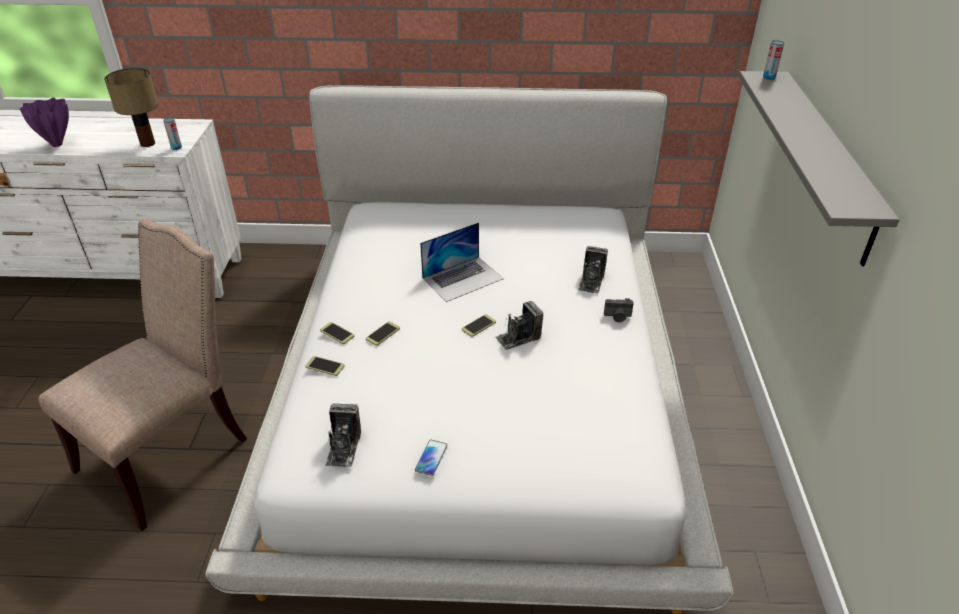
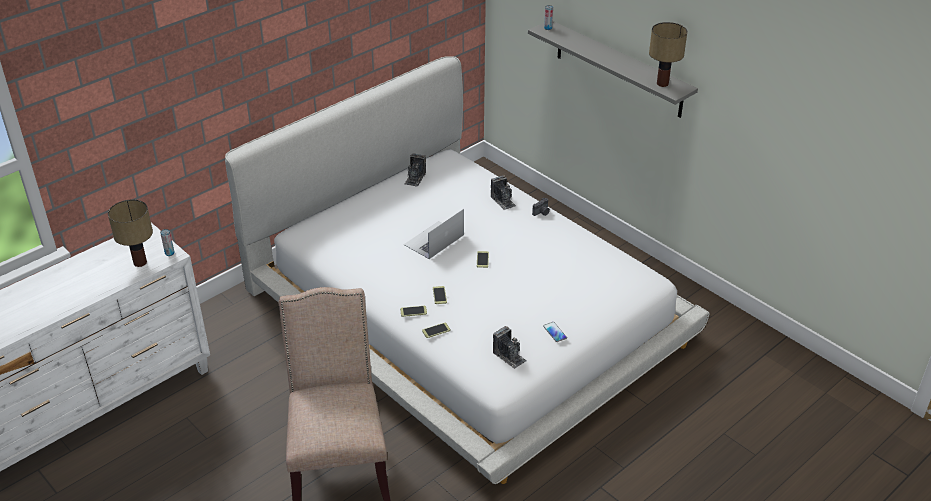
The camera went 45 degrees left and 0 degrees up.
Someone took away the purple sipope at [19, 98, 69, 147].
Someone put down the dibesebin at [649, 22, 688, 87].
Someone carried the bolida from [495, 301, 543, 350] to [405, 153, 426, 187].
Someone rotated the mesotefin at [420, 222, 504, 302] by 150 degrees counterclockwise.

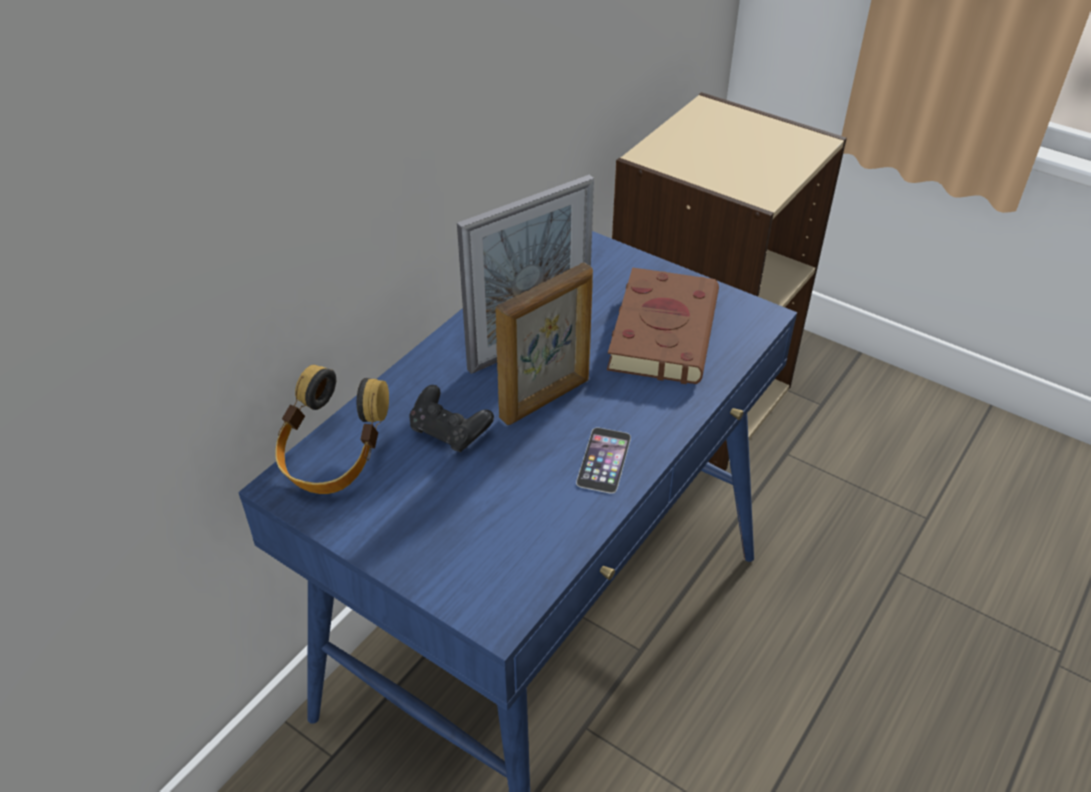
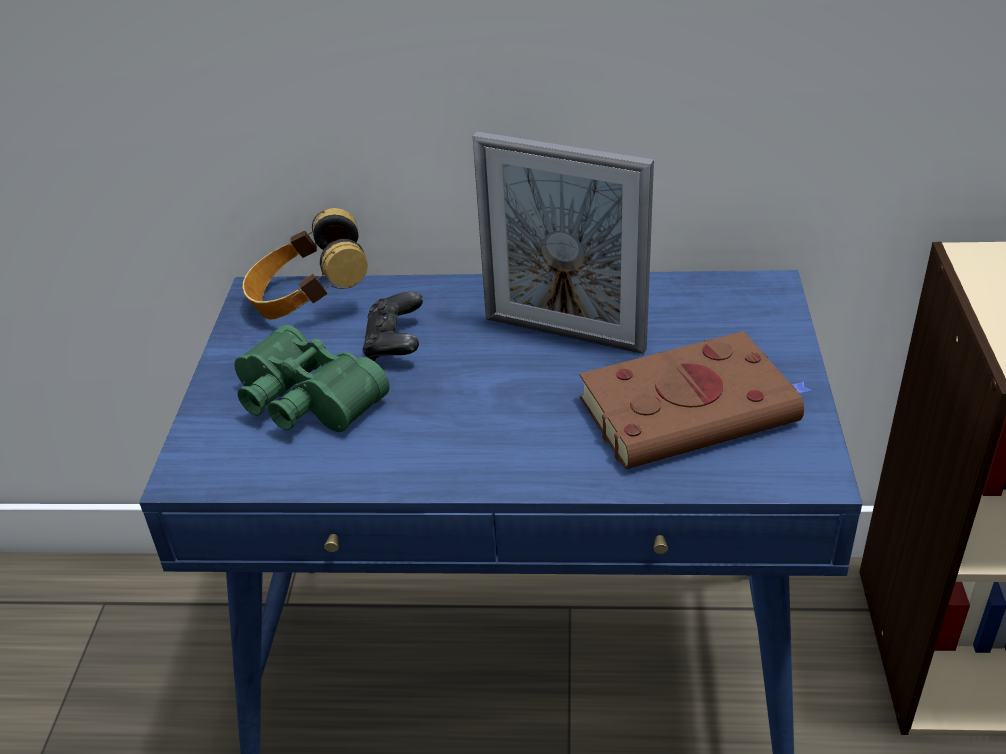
The camera went 60 degrees right and 5 degrees down.
Someone took away the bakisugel at [495, 263, 593, 425].
Someone took away the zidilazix at [576, 427, 631, 494].
Someone put down the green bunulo at [234, 325, 390, 432].

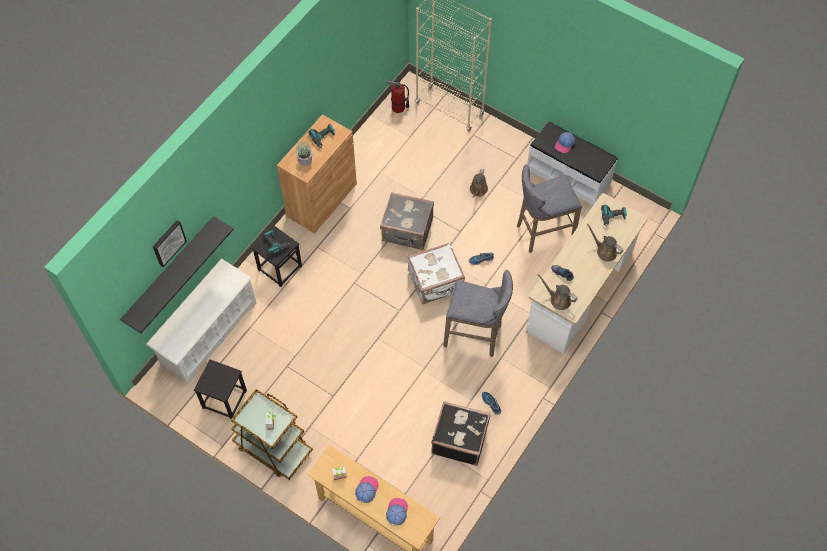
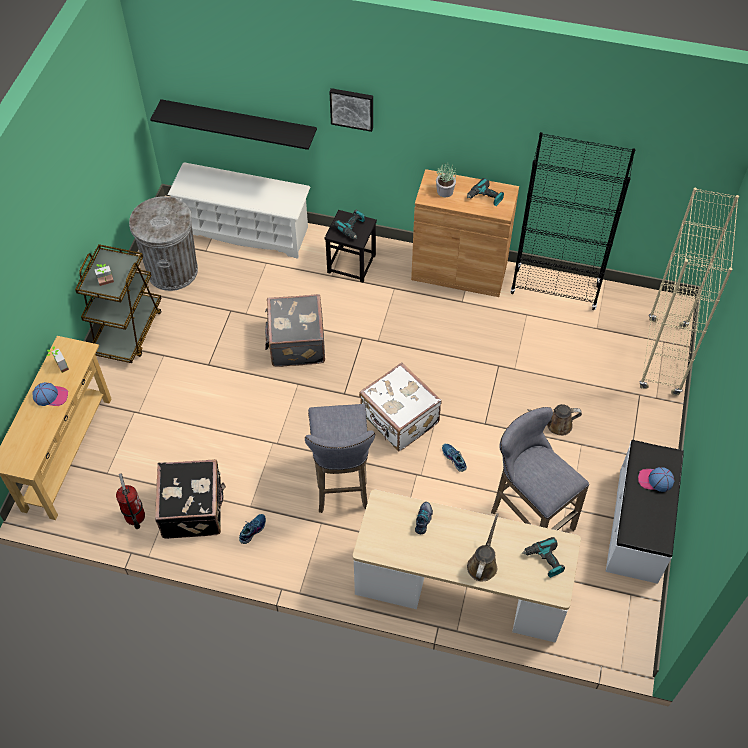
The camera went 70 degrees right and 5 degrees down.
Someone took away the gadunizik at [386, 498, 408, 526].
Someone took away the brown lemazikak at [538, 274, 578, 310].
Someone put down the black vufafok at [510, 132, 635, 310].
Someone carried the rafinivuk from [153, 220, 187, 267] to [329, 88, 373, 132].
Someone carried the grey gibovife from [380, 192, 434, 250] to [265, 294, 325, 367].
Someone carried the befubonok from [388, 80, 409, 113] to [116, 473, 145, 529].
Someone swapped the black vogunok at [194, 360, 247, 419] for the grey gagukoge at [129, 196, 198, 291].

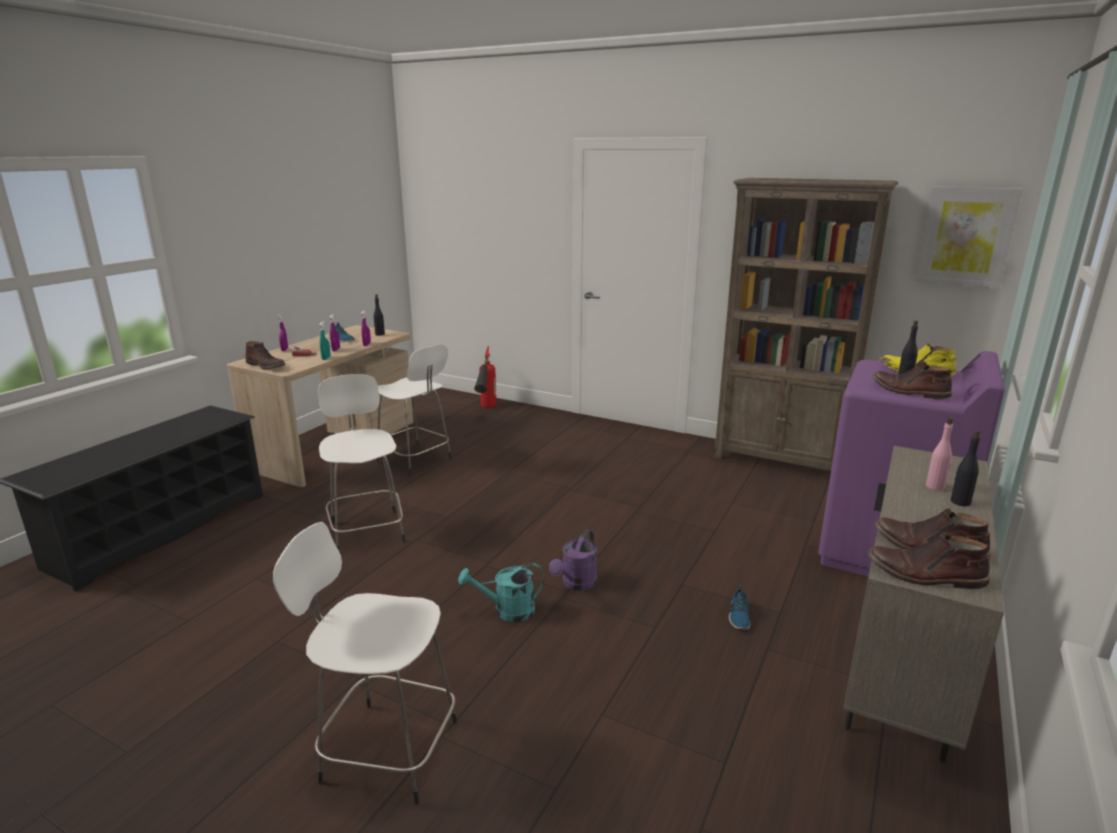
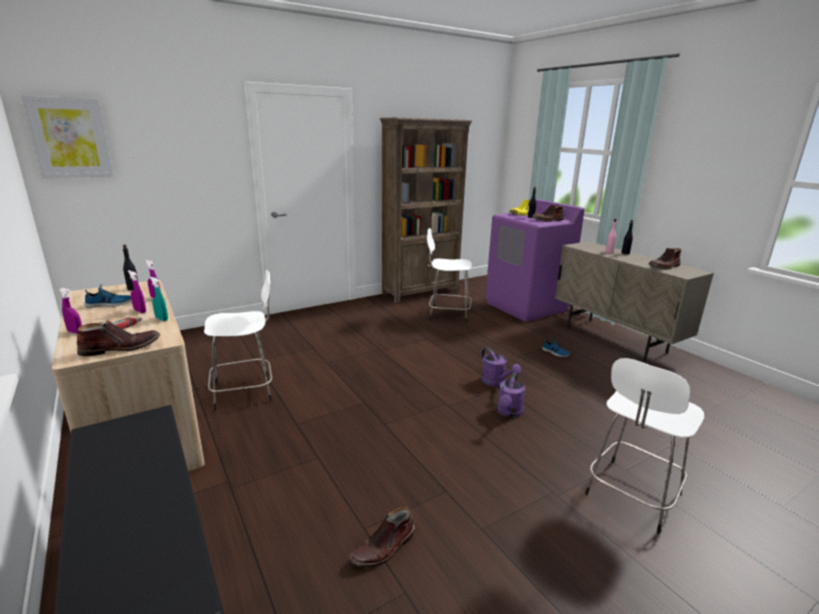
The camera went 60 degrees left and 0 degrees up.
Someone took away the befubonok at [474, 346, 496, 408].
Someone carried the white vogunok from [318, 374, 406, 550] to [427, 228, 472, 323].
Someone carried the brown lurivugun from [868, 532, 990, 589] to [349, 507, 415, 567].
Someone carried the rafinivuk from [915, 187, 1023, 288] to [21, 95, 114, 178].
Someone repainted the turquoise lemazikak at [458, 563, 544, 622], which became the purple lemazikak at [497, 373, 525, 418].

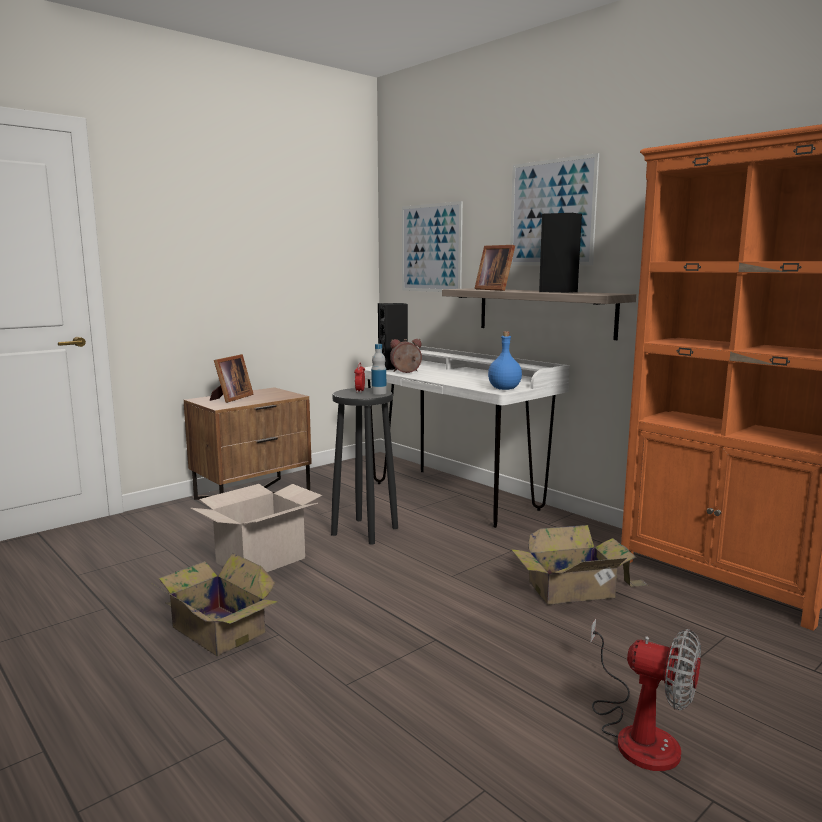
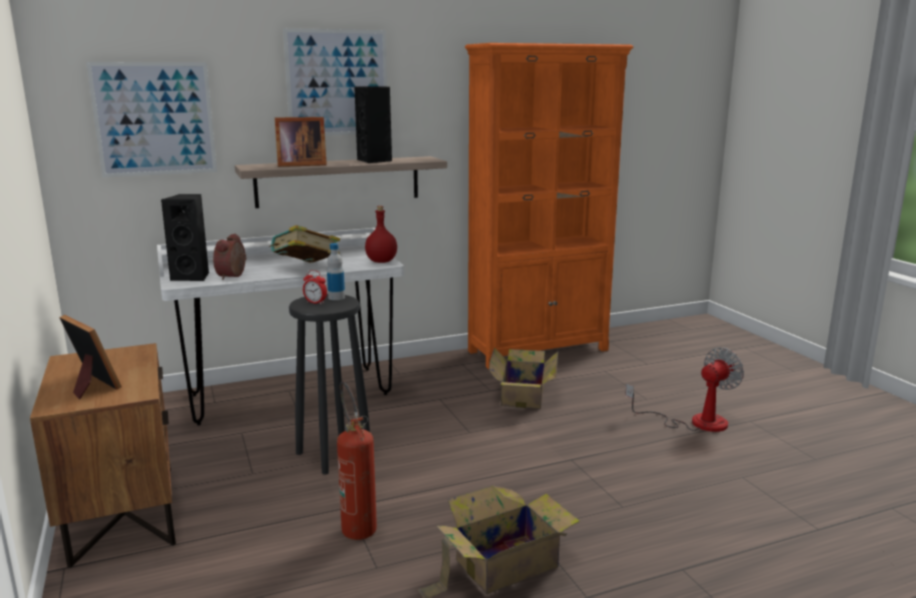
The camera went 70 degrees left and 5 degrees up.
Someone put down the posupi at [269, 225, 340, 263].
Someone swapped the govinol at [191, 484, 322, 572] for the befubonok at [337, 381, 377, 540].
Someone repainted the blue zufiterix at [488, 331, 522, 390], which became the red zufiterix at [365, 206, 397, 263].

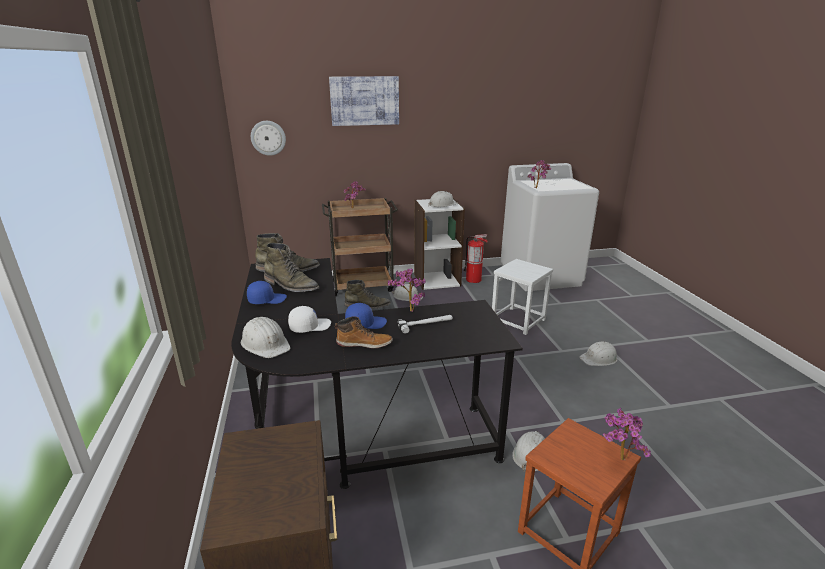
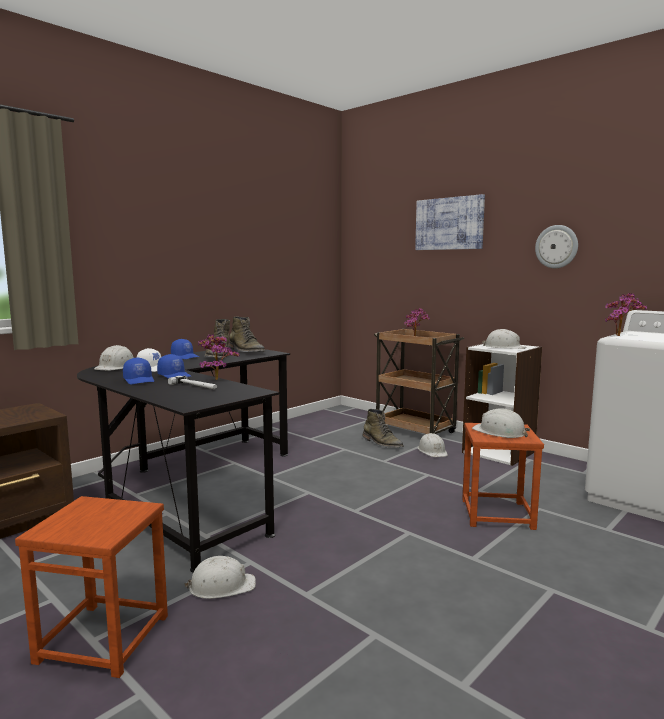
The camera went 55 degrees right and 15 degrees down.
Someone took away the befubonok at [464, 234, 488, 283].
Someone took away the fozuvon at [603, 408, 651, 460].
Someone carried the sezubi from [251, 121, 286, 156] to [535, 225, 578, 268].
Someone carried the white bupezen from [579, 341, 617, 366] to [472, 408, 530, 438].
Someone swapped the lurivugun at [335, 316, 393, 349] for the blue gadunizik at [123, 357, 154, 384].
Someone repainted the white vogunok at [492, 259, 553, 335], which became the brown vogunok at [462, 423, 544, 530].

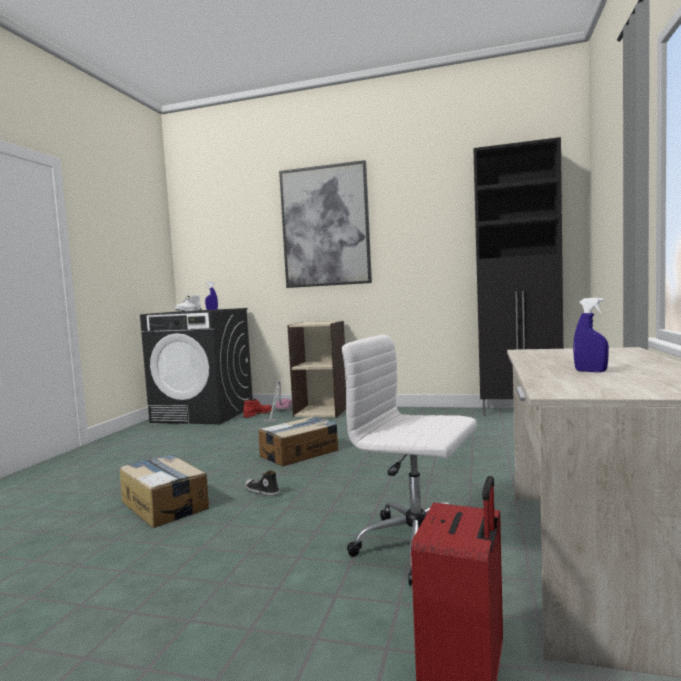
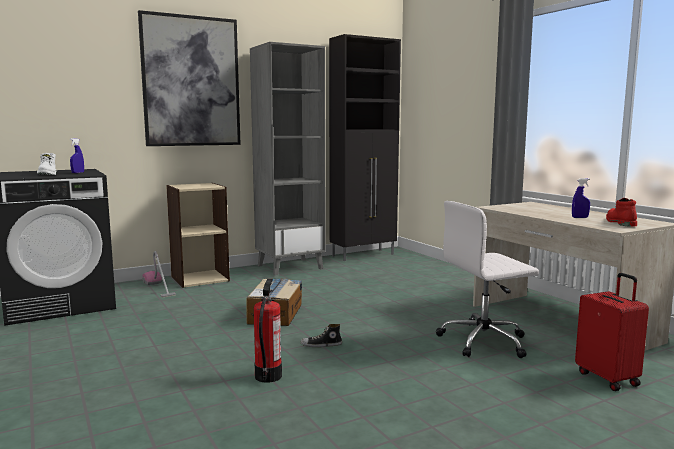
The camera went 45 degrees left and 5 degrees up.
Someone put down the grey vufafok at [250, 42, 326, 276].
Someone carried the red lurivugun from [243, 398, 272, 417] to [606, 198, 637, 227].
Someone swapped the govinol at [120, 454, 209, 528] for the befubonok at [254, 279, 282, 383].

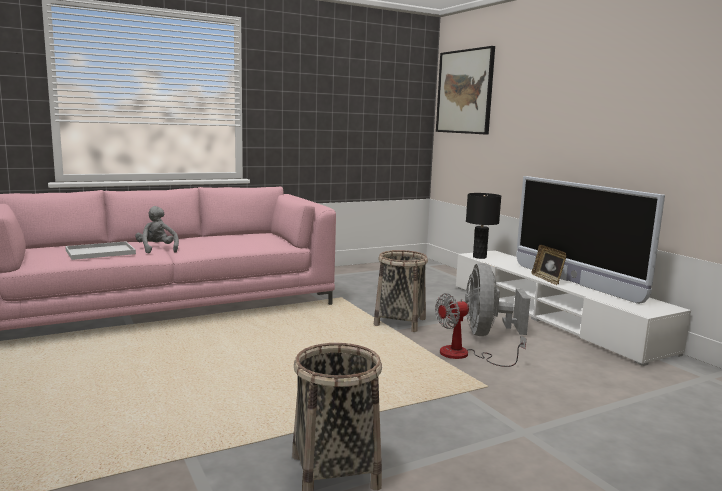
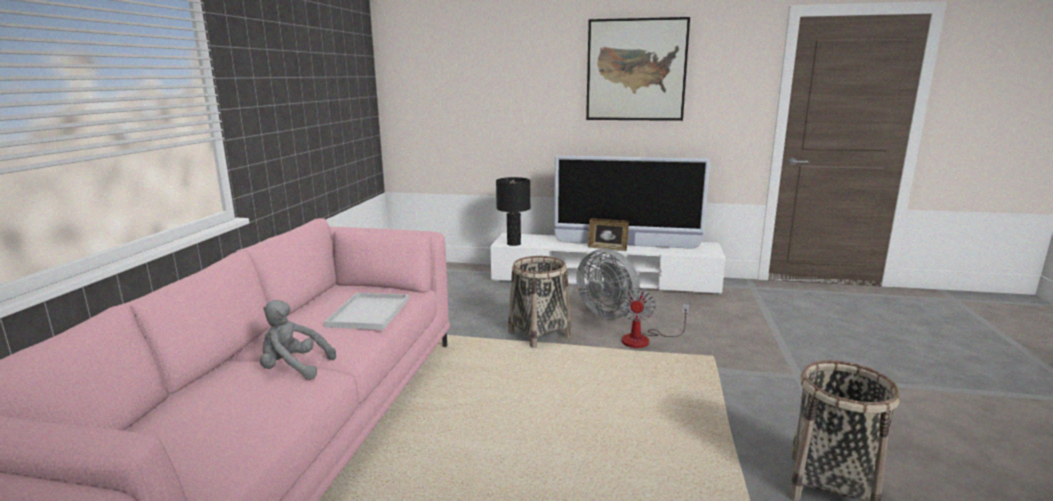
The camera went 50 degrees left and 5 degrees up.
Someone carried the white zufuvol from [65, 241, 136, 260] to [324, 292, 409, 330].
Someone carried the rafinivuk from [436, 46, 495, 135] to [586, 17, 690, 121].

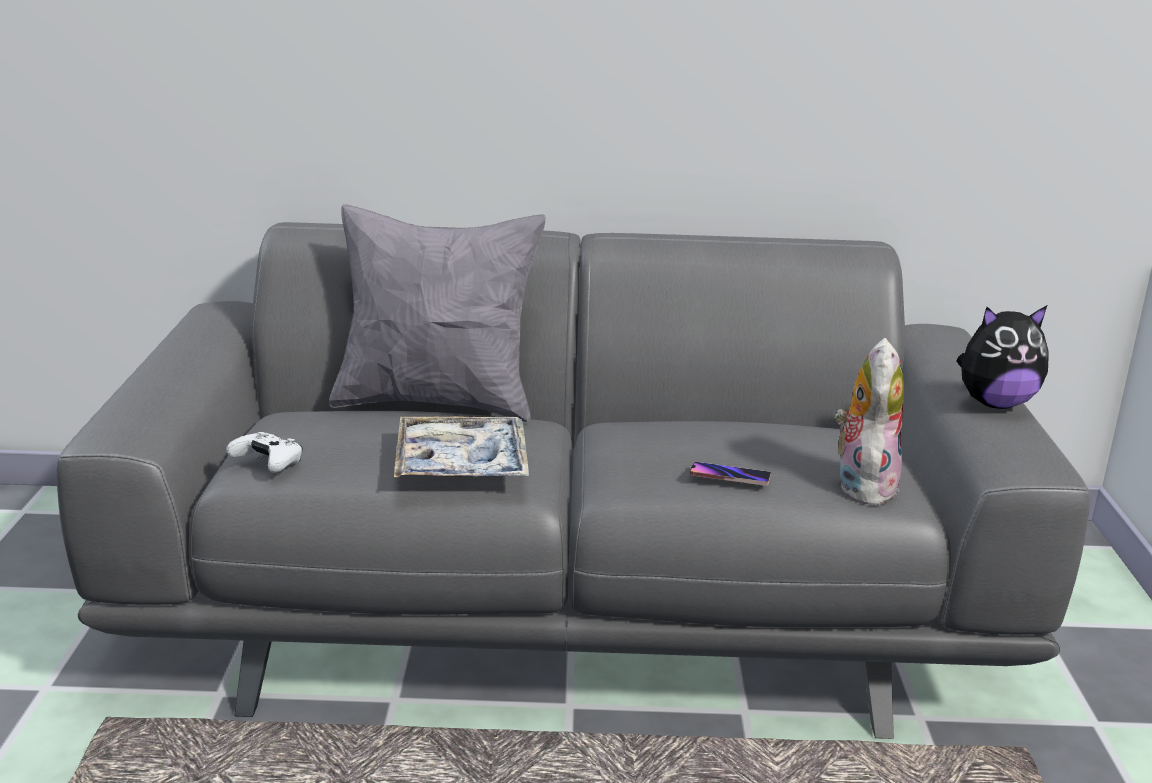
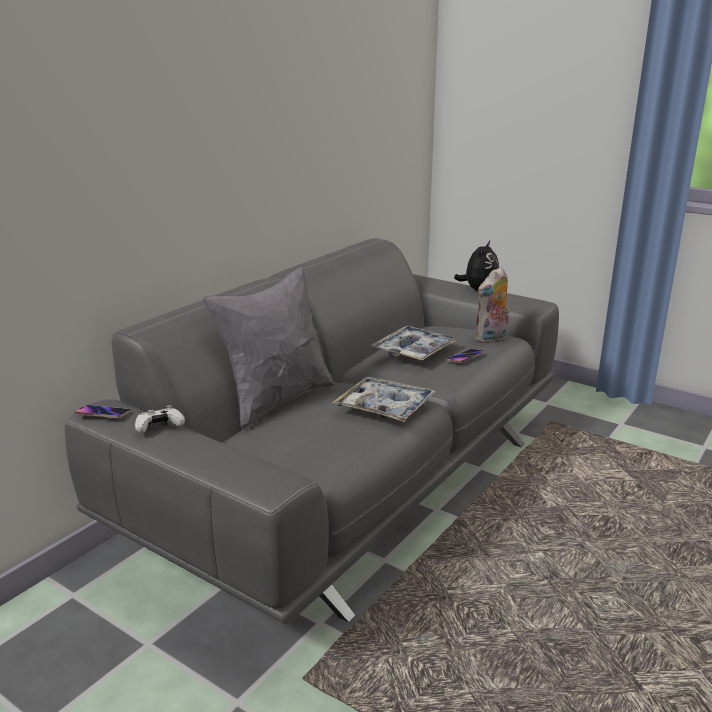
The camera went 55 degrees left and 0 degrees up.
Someone put down the zidilazix at [75, 405, 131, 418].
Someone put down the zufuvol at [371, 326, 459, 361].
Someone carried the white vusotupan from [226, 432, 302, 473] to [135, 405, 185, 434].
Someone rotated the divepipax at [835, 338, 904, 506] by 90 degrees counterclockwise.

